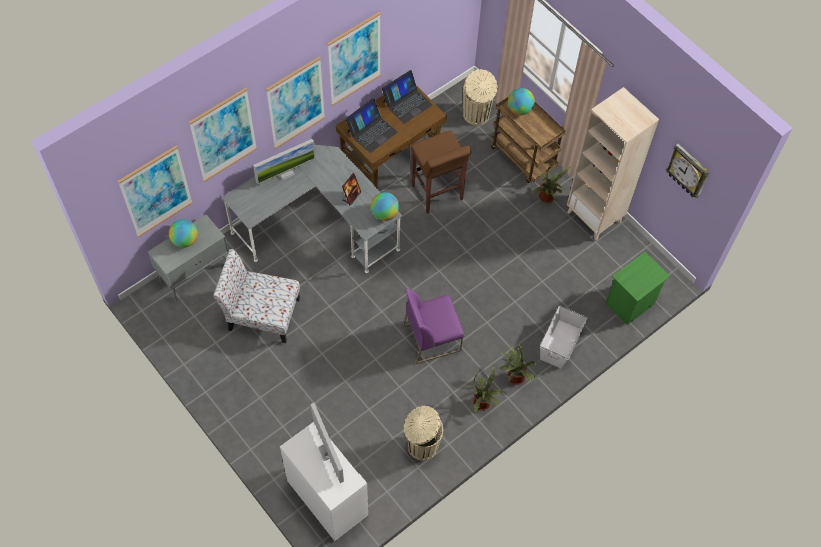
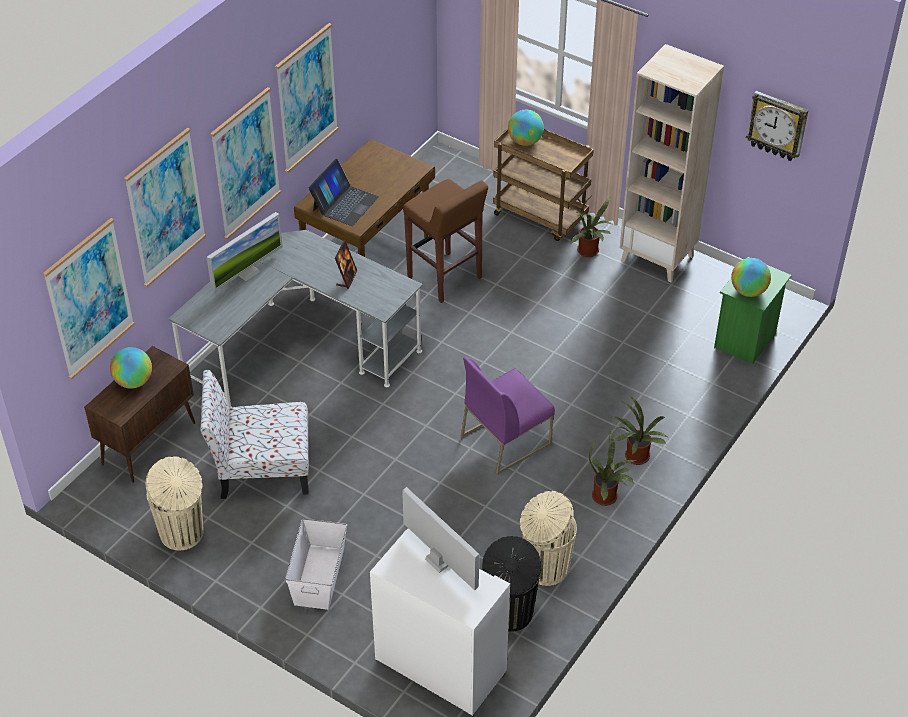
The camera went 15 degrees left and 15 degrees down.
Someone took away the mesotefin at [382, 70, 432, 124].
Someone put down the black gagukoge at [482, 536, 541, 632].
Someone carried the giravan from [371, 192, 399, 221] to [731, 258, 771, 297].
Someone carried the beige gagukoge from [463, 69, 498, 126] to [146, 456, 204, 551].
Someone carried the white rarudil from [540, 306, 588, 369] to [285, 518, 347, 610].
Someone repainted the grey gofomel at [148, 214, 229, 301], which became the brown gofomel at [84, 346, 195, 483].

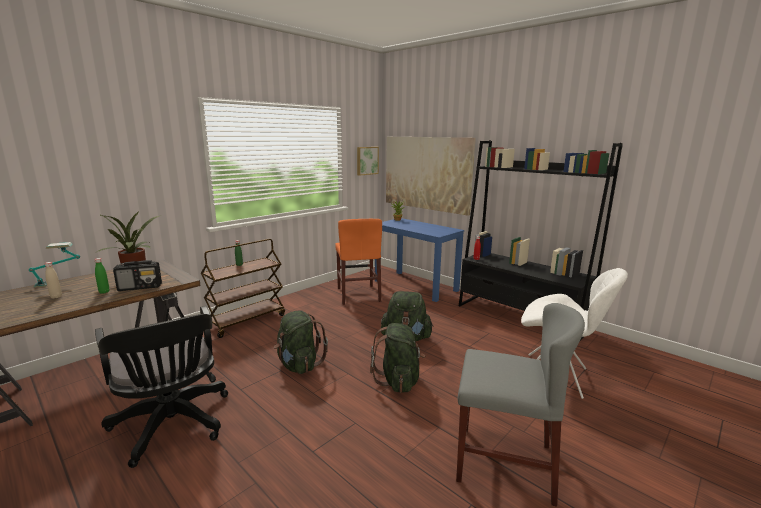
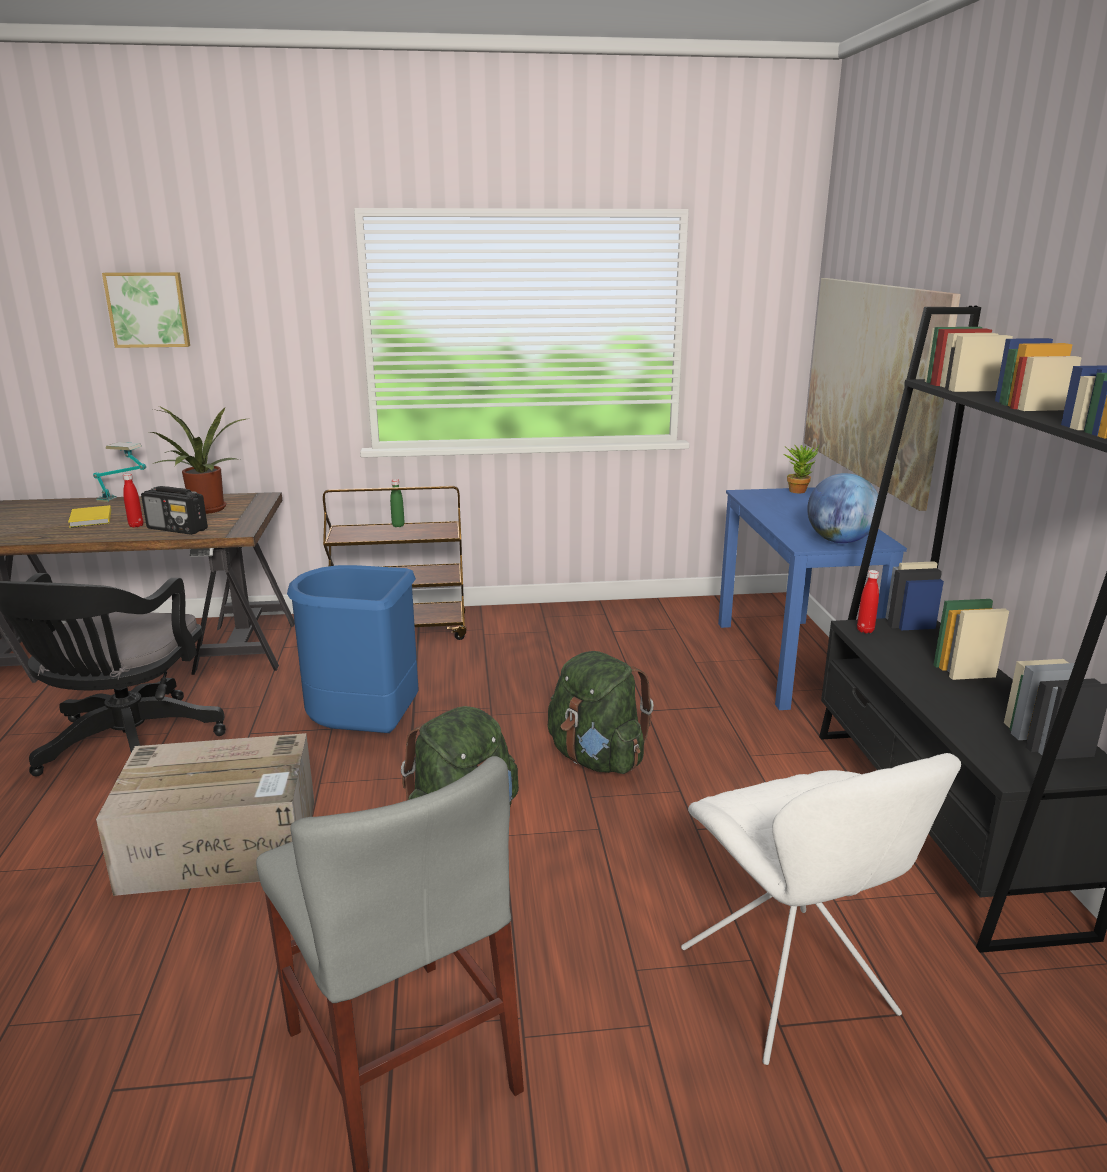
The camera went 40 degrees right and 5 degrees up.
Someone took away the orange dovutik at [335, 219, 382, 305].
Someone put down the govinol at [96, 733, 314, 896].
Someone put down the giravan at [807, 473, 878, 543].
Someone carried the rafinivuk from [357, 147, 379, 176] to [102, 272, 190, 348].
Someone swapped the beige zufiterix at [45, 262, 62, 299] for the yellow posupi at [68, 505, 111, 528].
Someone swapped the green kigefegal at [274, 310, 328, 374] for the blue gagukoge at [287, 565, 419, 733].
Someone repainted the green zufiterix at [94, 258, 110, 294], which became the red zufiterix at [123, 474, 143, 528].

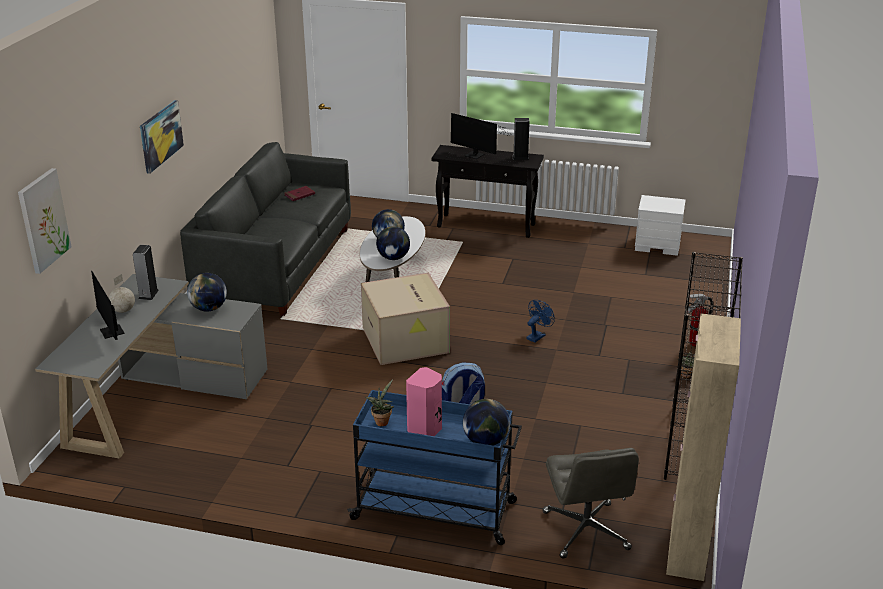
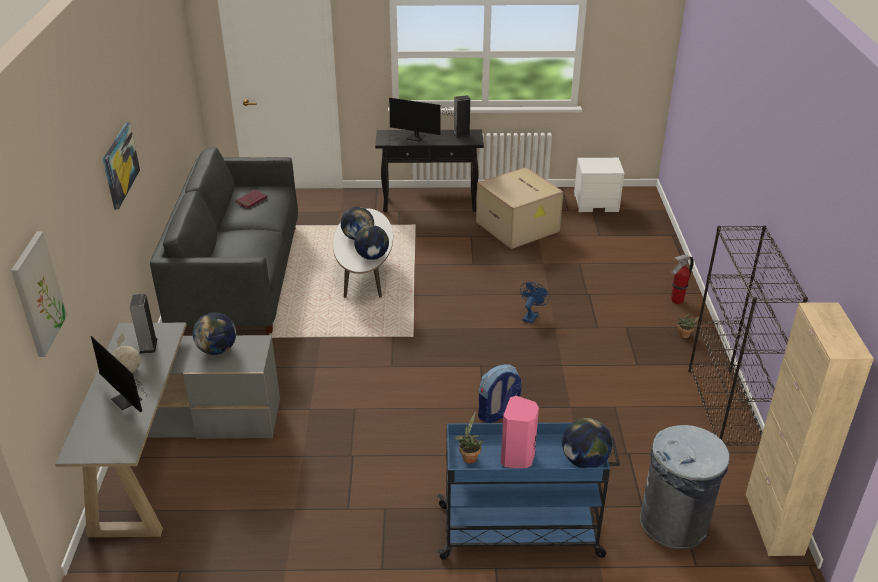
The camera went 15 degrees left and 5 degrees up.
Someone carried the govinol from [361, 273, 450, 365] to [476, 167, 563, 249].
Someone swapped the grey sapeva at [543, 448, 639, 559] for the grey gagukoge at [640, 425, 730, 549].

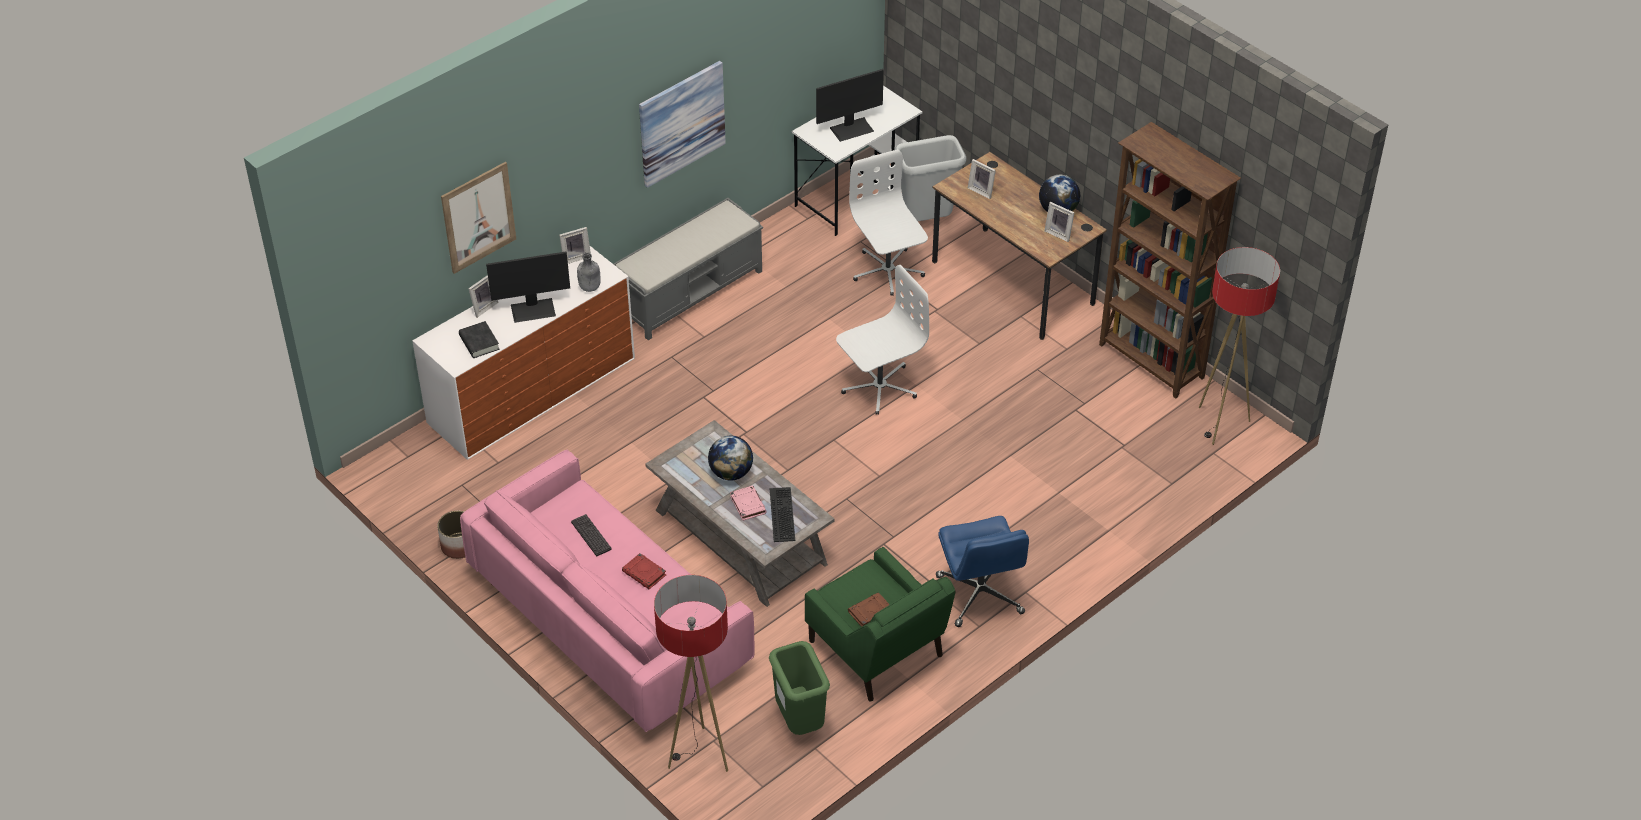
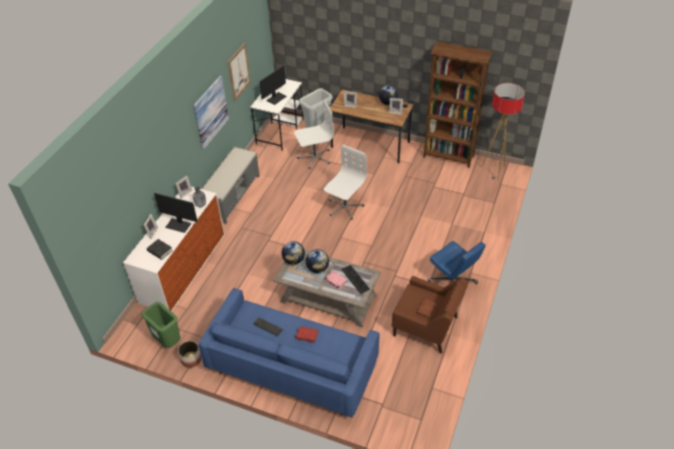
The camera went 25 degrees left and 0 degrees up.
Someone took away the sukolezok at [654, 575, 728, 772].
Someone put down the giravan at [281, 241, 305, 265].
Someone carried the rafinivuk from [441, 162, 516, 274] to [228, 43, 251, 102].
Someone carried the green gagukoge from [769, 641, 830, 735] to [142, 302, 181, 348].
Someone repainted the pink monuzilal at [460, 450, 755, 732], which became the blue monuzilal at [198, 288, 379, 418].
Someone repainted the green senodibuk at [805, 547, 955, 701], which became the brown senodibuk at [392, 276, 469, 353].
Someone rotated the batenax at [486, 252, 570, 323] by 60 degrees clockwise.
Someone rotated the white sapeva at [849, 149, 928, 296] by 120 degrees clockwise.

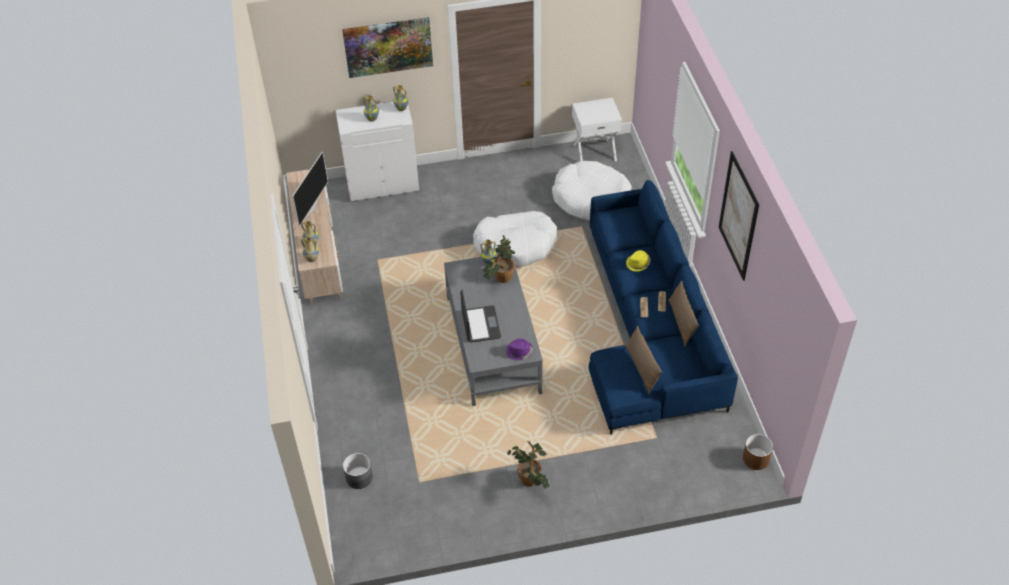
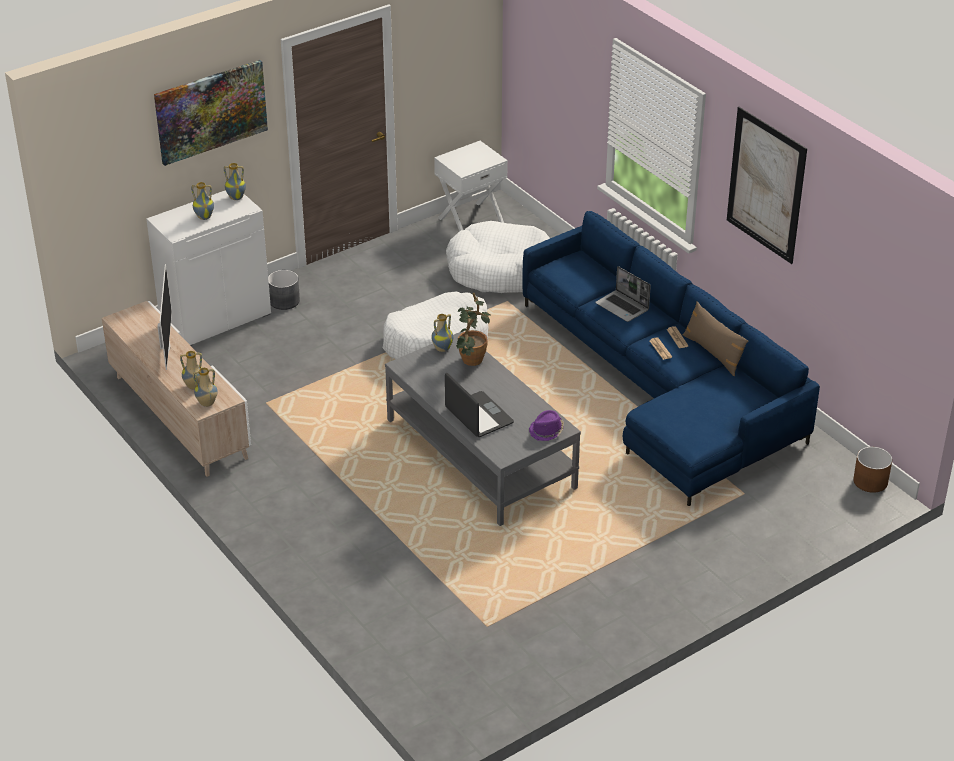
The camera went 25 degrees left and 10 degrees down.
Someone took away the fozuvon at [507, 441, 550, 489].
Someone took away the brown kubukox at [625, 326, 662, 395].
Someone carried the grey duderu from [343, 453, 373, 489] to [268, 270, 300, 310].
Someone swapped the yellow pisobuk at [626, 250, 650, 272] for the mesotefin at [595, 266, 651, 322].

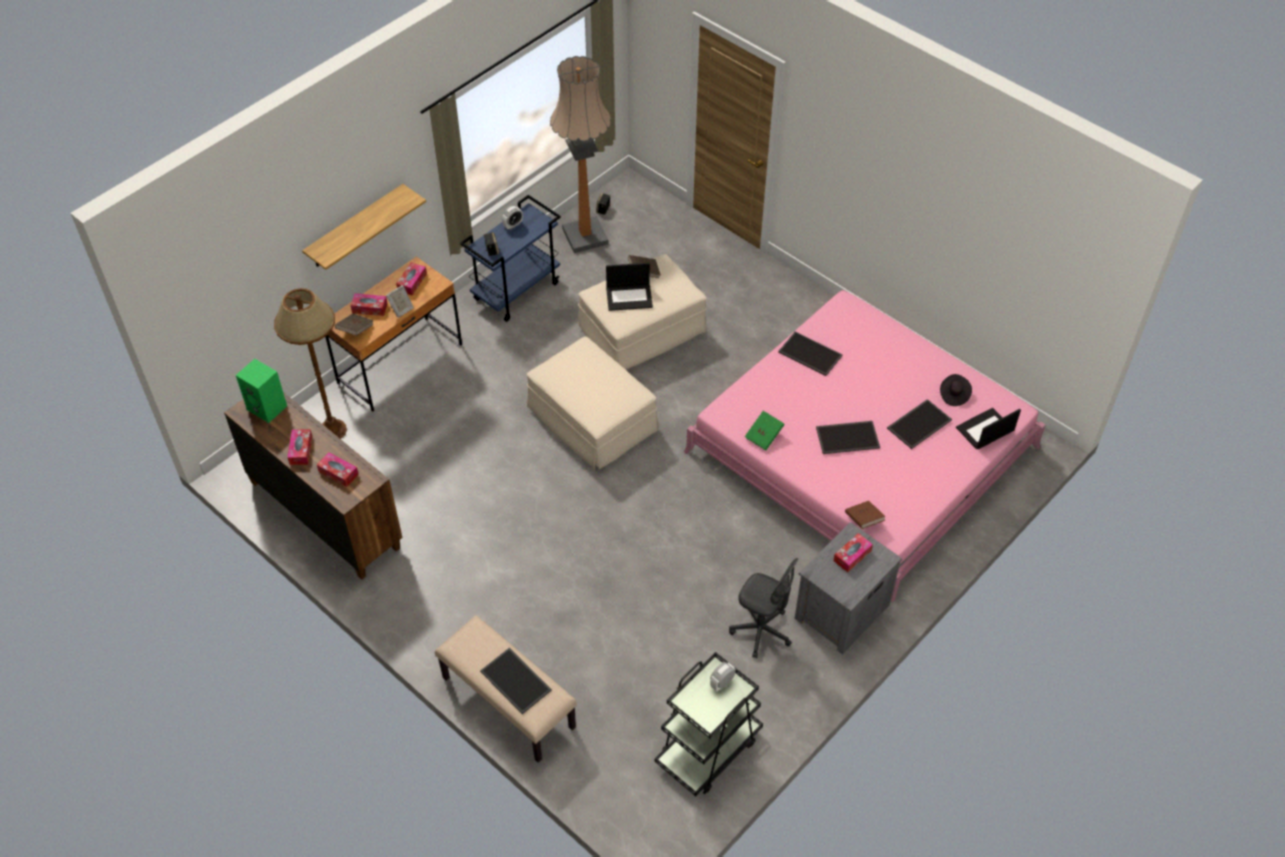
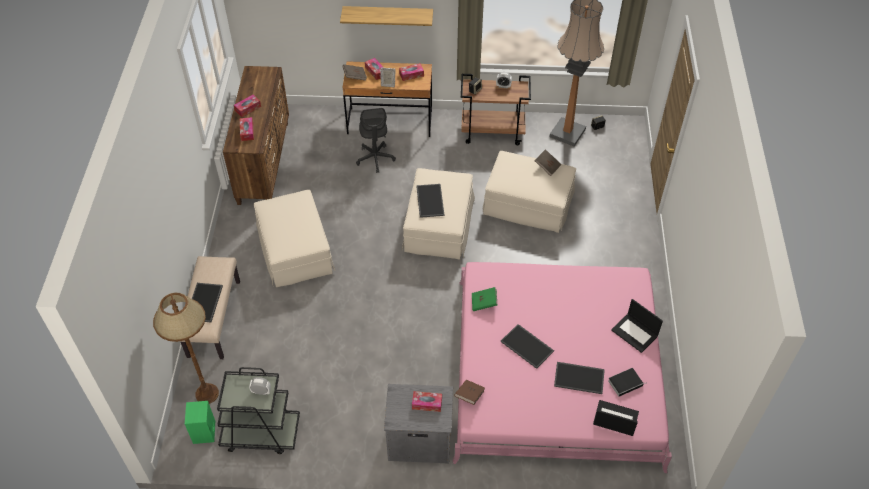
The camera went 50 degrees right and 0 degrees up.
Someone put down the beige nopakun at [254, 190, 335, 287].
Someone carried the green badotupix from [236, 359, 287, 423] to [185, 401, 215, 444].
Someone carried the brown sukolezok from [274, 288, 347, 439] to [153, 292, 219, 404].
Someone carried the mesotefin from [606, 263, 653, 311] to [611, 299, 663, 353].
Someone carried the grey sapeva from [729, 558, 798, 658] to [356, 108, 396, 173].
Someone carried the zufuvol from [778, 331, 842, 376] to [416, 184, 444, 218].
Someone swapped the black pisobuk at [940, 374, 972, 406] for the posupi at [608, 368, 646, 397].
Someone repainted the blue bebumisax at [460, 195, 561, 322], which became the brown bebumisax at [461, 74, 531, 145].

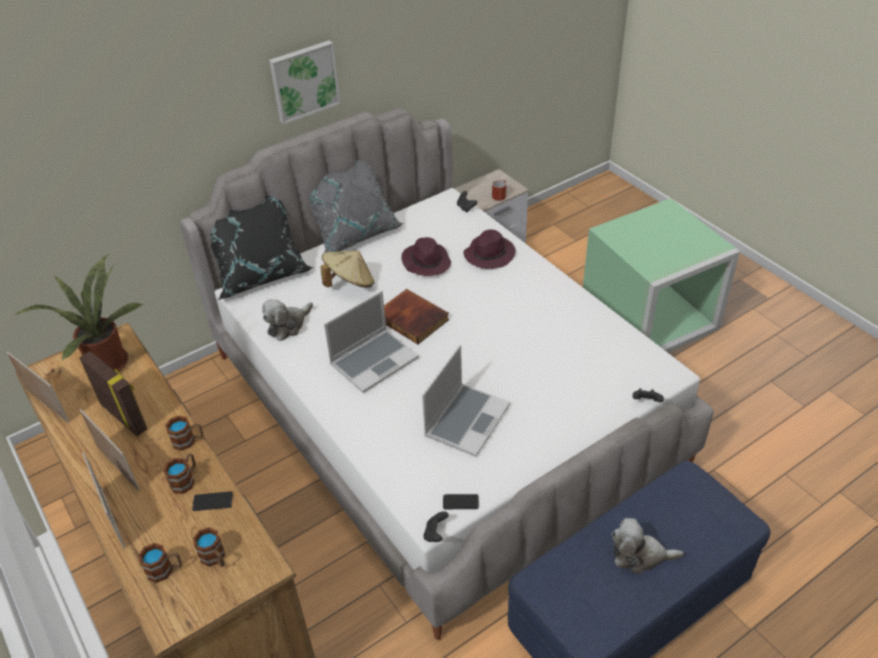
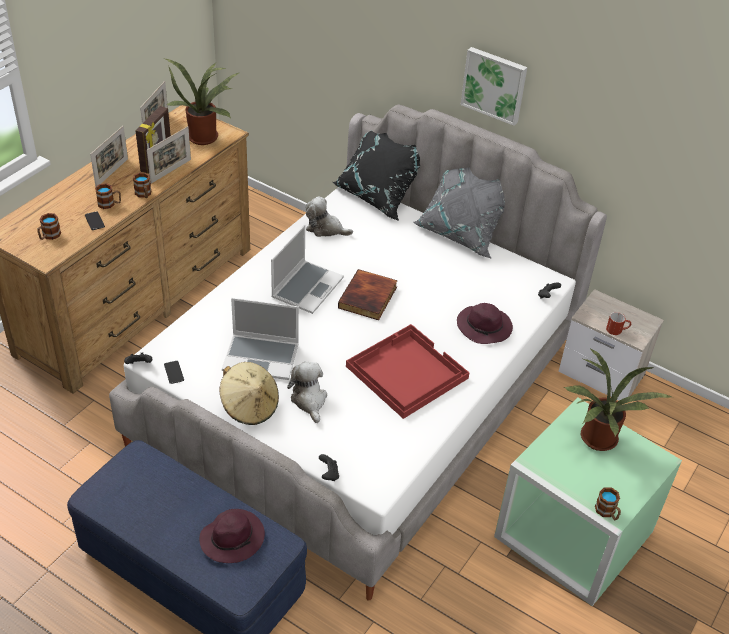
The camera went 65 degrees right and 0 degrees up.
Someone put down the red zufuvol at [346, 324, 470, 419].
Someone put down the fozuvon at [564, 348, 672, 451].
Someone carried the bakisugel from [82, 452, 125, 549] to [147, 126, 191, 184].
Someone carried the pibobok from [138, 543, 182, 583] to [595, 487, 621, 520].
Someone carried the beige pisobuk from [320, 251, 374, 287] to [219, 362, 279, 425].
Someone carried the purple pisobuk from [401, 237, 451, 276] to [199, 509, 265, 563].
Someone carried the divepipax from [612, 518, 684, 574] to [287, 362, 327, 423].
Someone rotated the mesotefin at [324, 291, 419, 393] by 90 degrees counterclockwise.

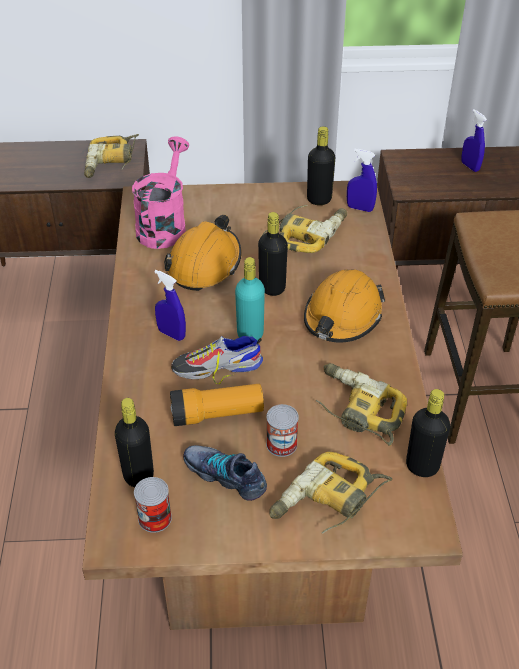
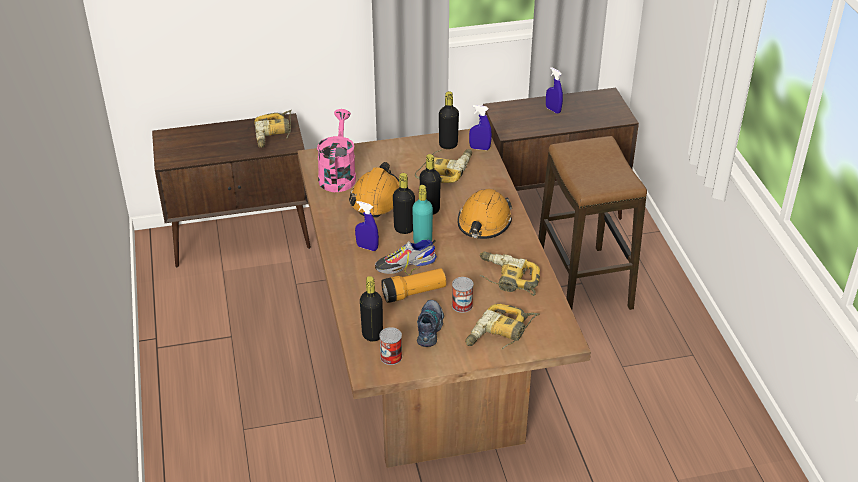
The camera went 10 degrees left and 5 degrees down.
Someone carried the black zufiterix from [406, 389, 450, 477] to [393, 173, 415, 234].
Someone rotated the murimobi at [183, 445, 267, 501] by 75 degrees clockwise.

